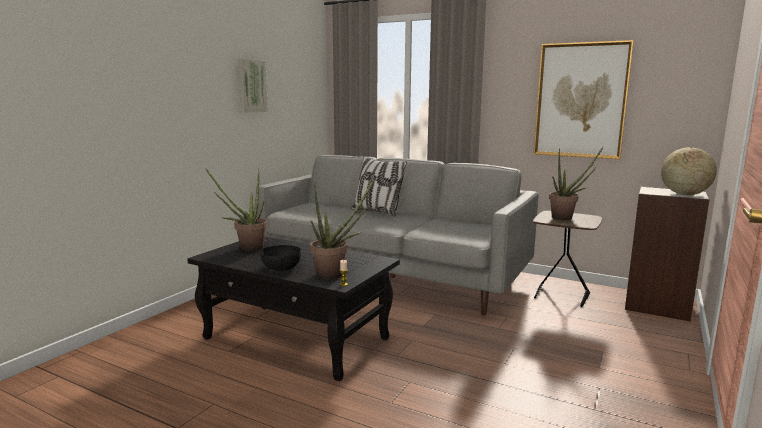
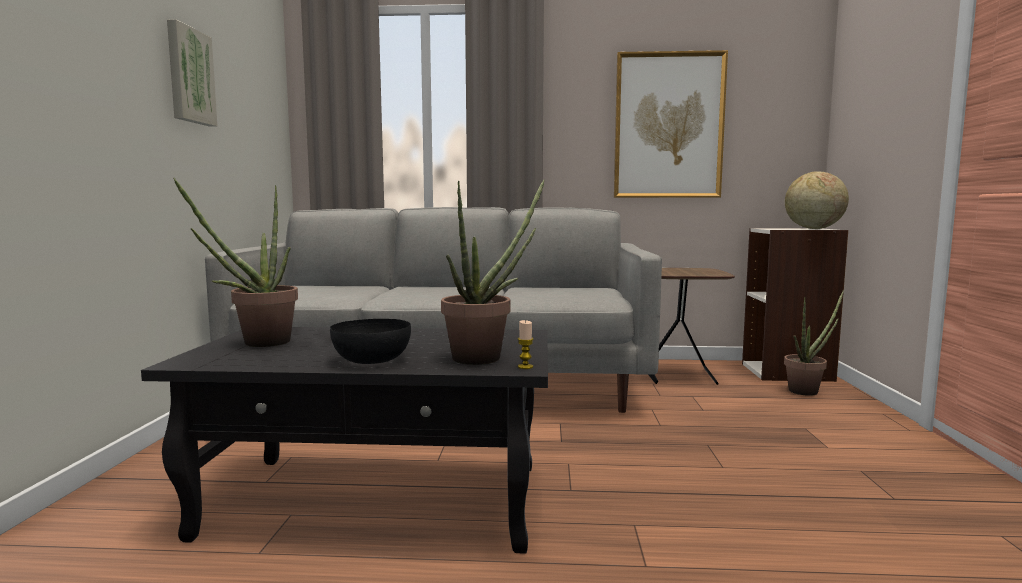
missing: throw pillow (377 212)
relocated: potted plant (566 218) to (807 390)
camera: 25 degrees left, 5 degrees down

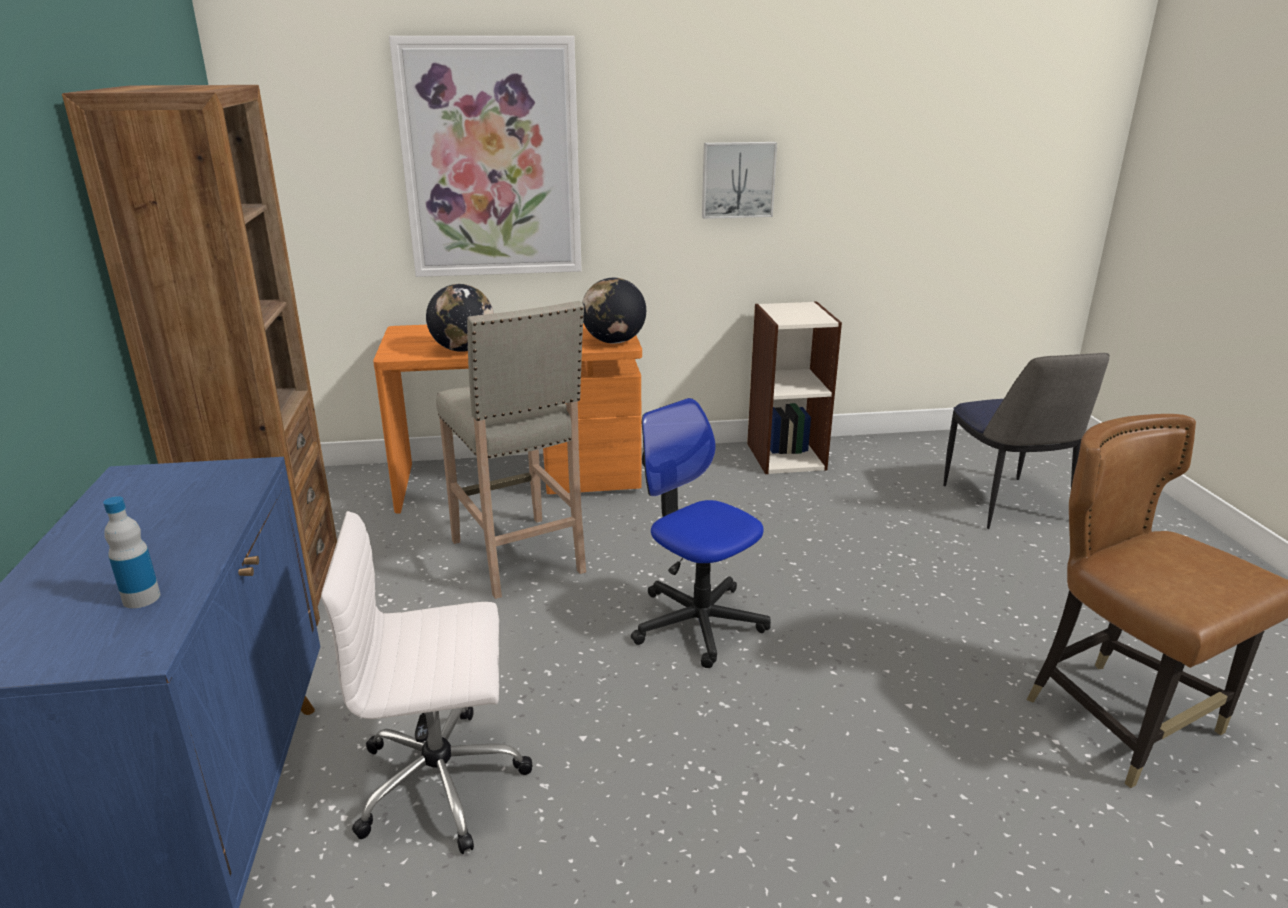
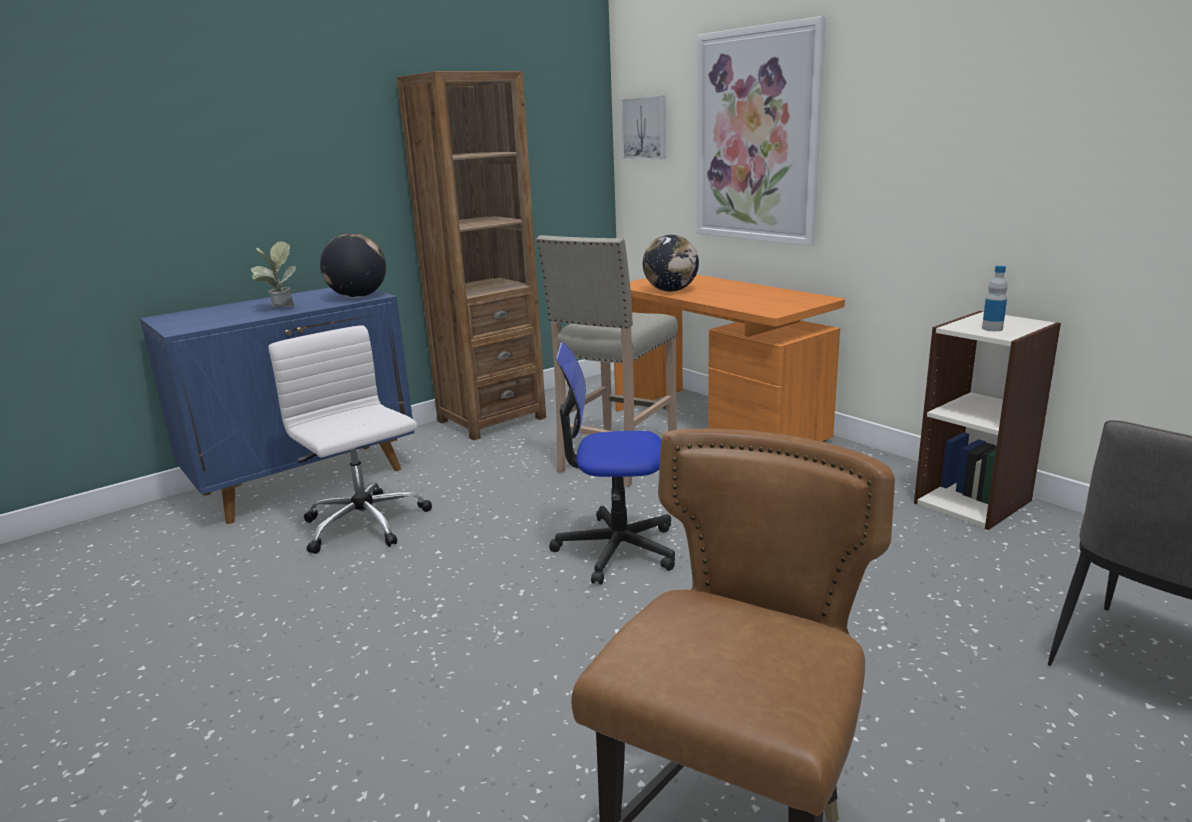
appeared: potted plant (280 309)
relocated: wall art (737 179) to (645 128); desk globe (613 342) to (358 297); bottle (141 598) to (992 328)
spun: computer chair (698 623) = (616 549) 105 degrees counterclockwise
camera: 60 degrees right, 5 degrees down

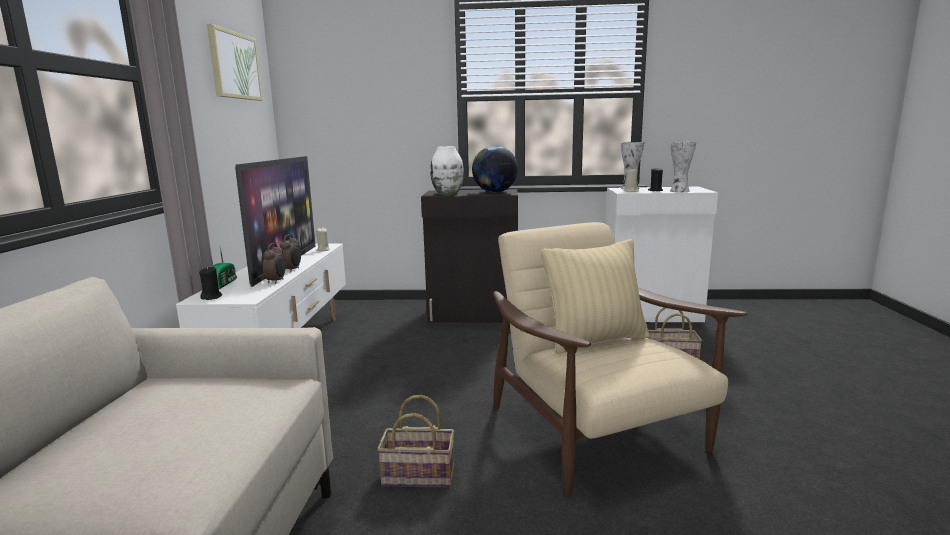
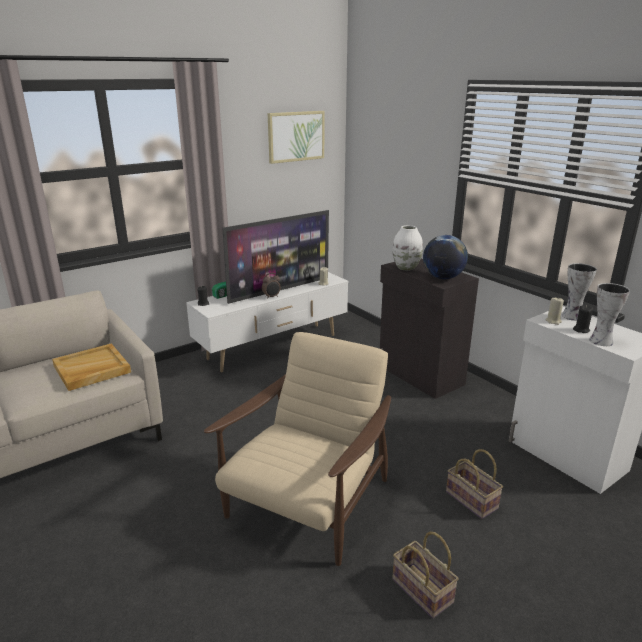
missing: throw pillow/beige (595 340); table clock (276 281)
appeared: carrying tray/beige (91 369)
relocated: basket (416 476) to (420 590)
camera: 50 degrees right, 10 degrees up

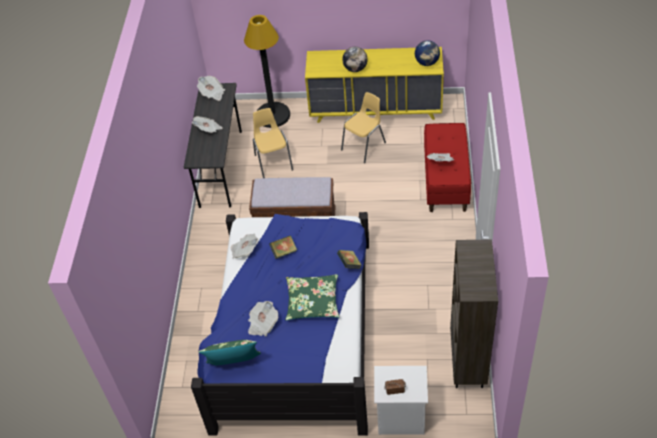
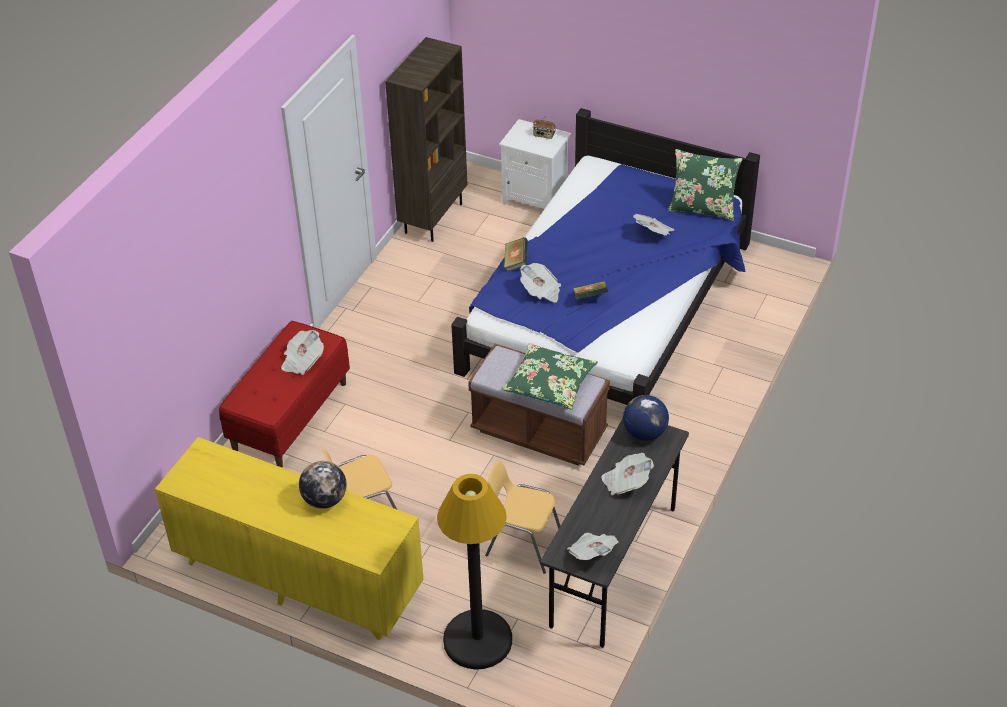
relocated: desk globe (427 63) to (644 433); printed paper (244 251) to (541 291); throw pillow/green-coloured (312 302) to (550 383)
spun: plain chair/yellow-coloured (273 162) = (523 544) 105 degrees clockwise
camera: 160 degrees left, 5 degrees down

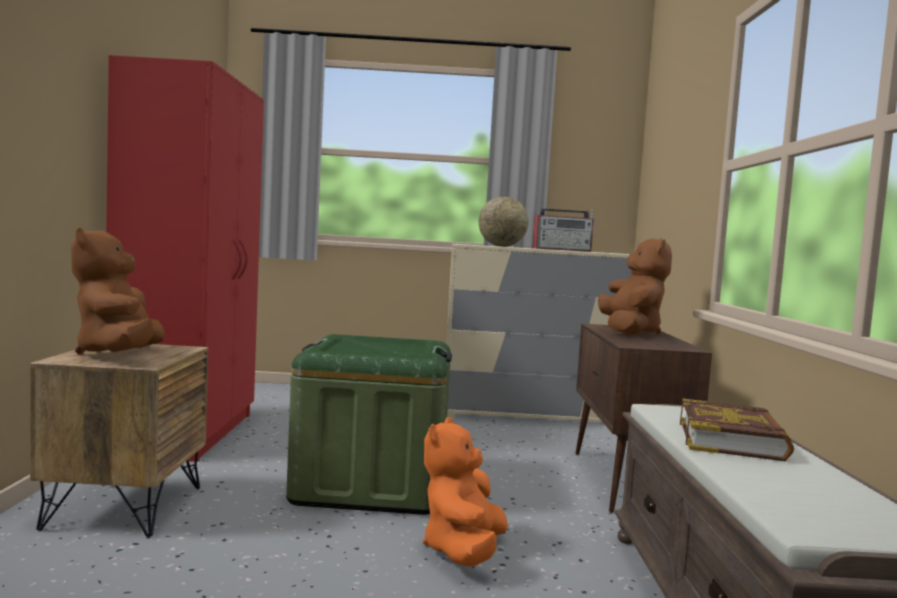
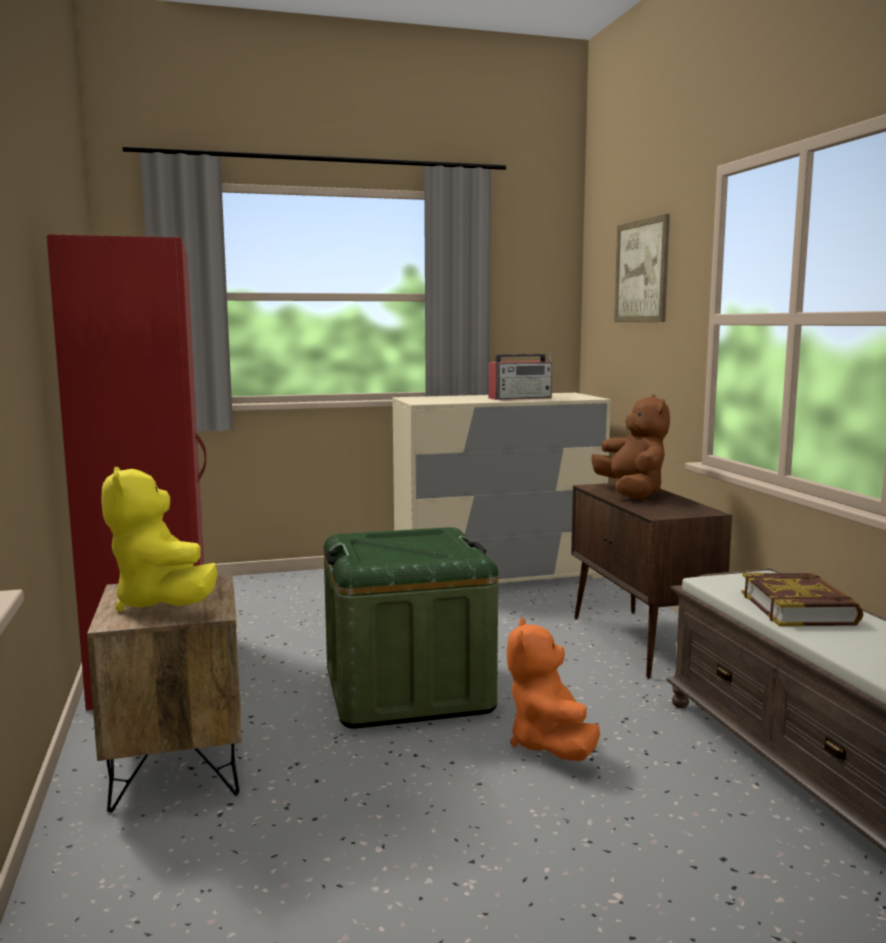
missing: desk globe (501 246)
appeared: wall art (641 271)
colour: soft toy/brown-coloured (119 355) to soft toy/yellow-coloured (163 604)
camera: 15 degrees left, 5 degrees up

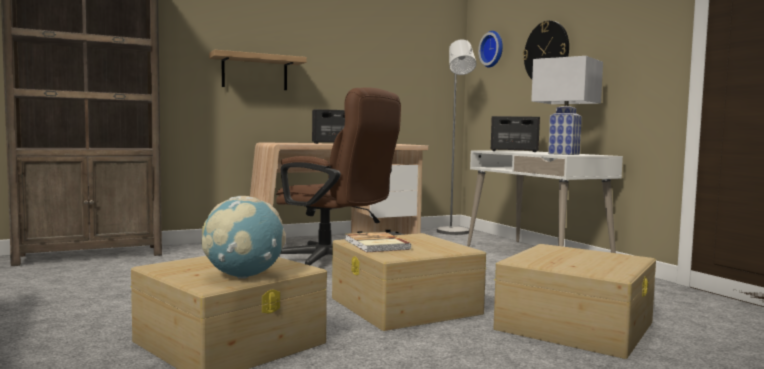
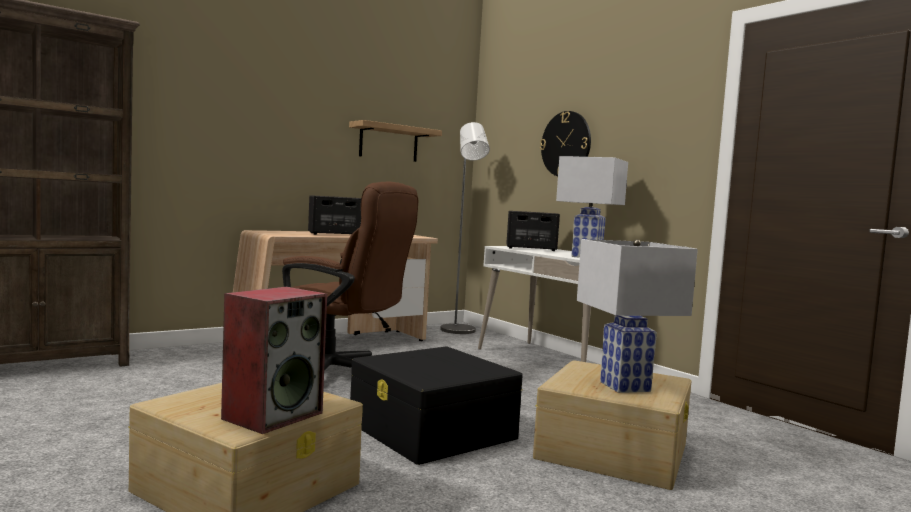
missing: clock on the wall (493 49); volume (375 244)
appeared: table lamp/white-coloured (624 387)
relocated: bracket shelf (254 72) to (388 143)
exchanged: desk globe (244 276) to loudspeaker (273 415)
colour: storage box/beige (405 306) to storage box/blackish (433 430)
camera: 10 degrees left, 0 degrees up

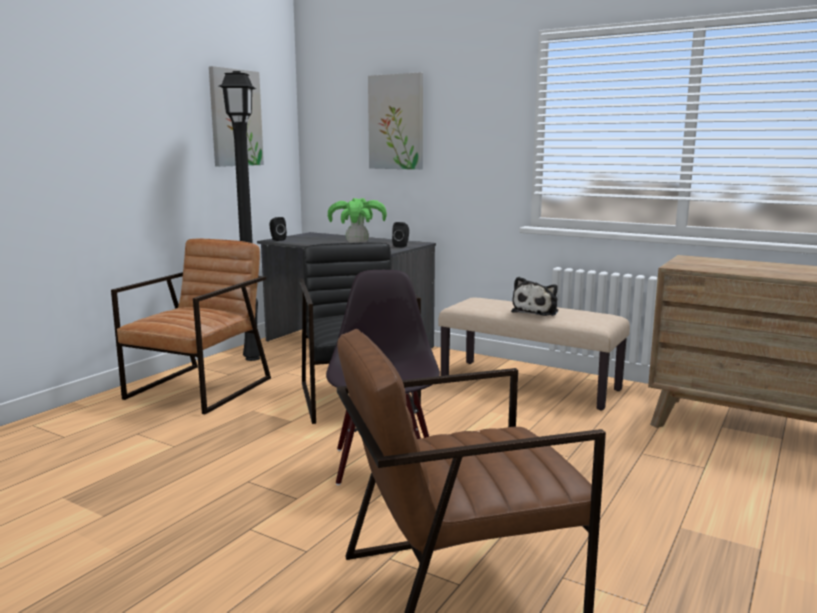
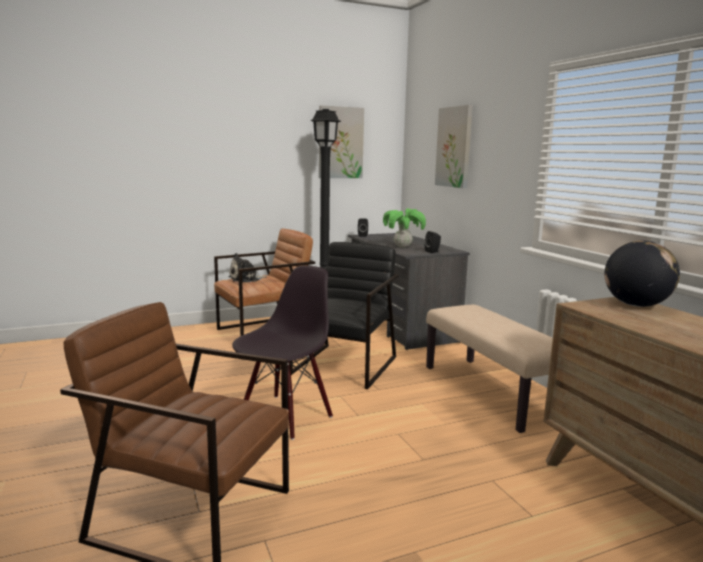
appeared: desk globe (636 305)
relocated: soft toy (536 311) to (245 279)
camera: 35 degrees right, 0 degrees up

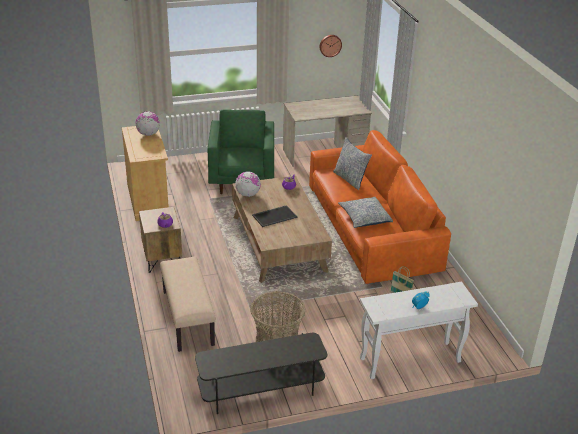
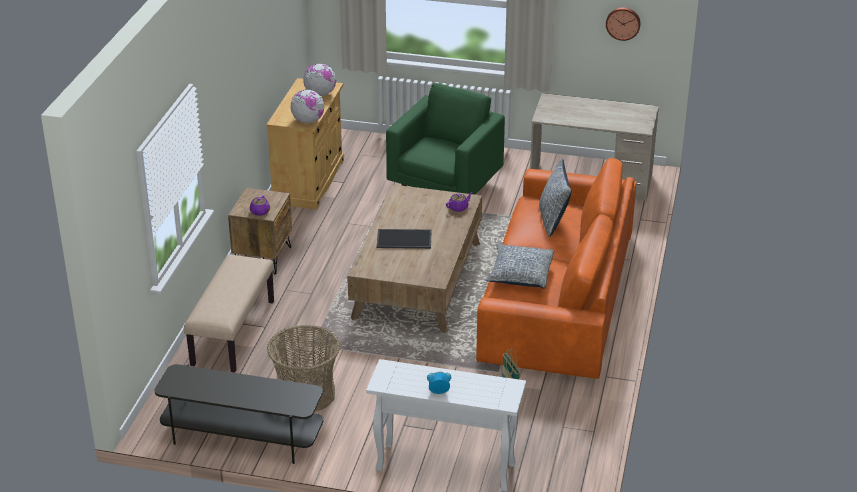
relocated: desk globe (247 194) to (308 121)
camera: 30 degrees right, 0 degrees up

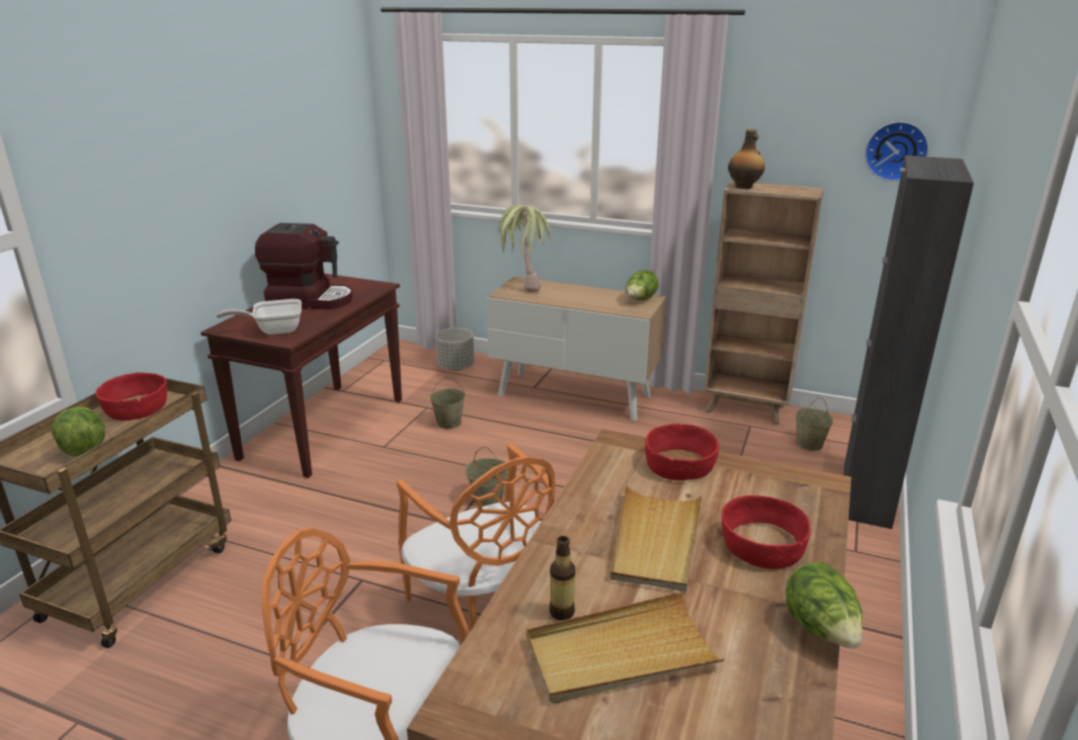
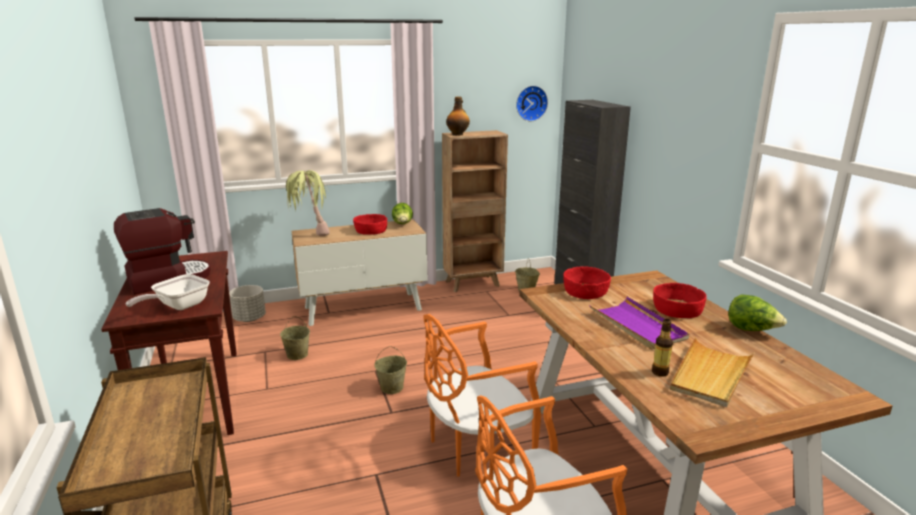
missing: lettuce head (83 448)
relocated: bowl/red (135 407) to (370 230)
colour: carrying tray/beige (655 541) to carrying tray/purplish (637 326)
spun: plain chair/orange-coloured (483 607) = (476 446) 135 degrees clockwise
camera: 40 degrees left, 5 degrees down

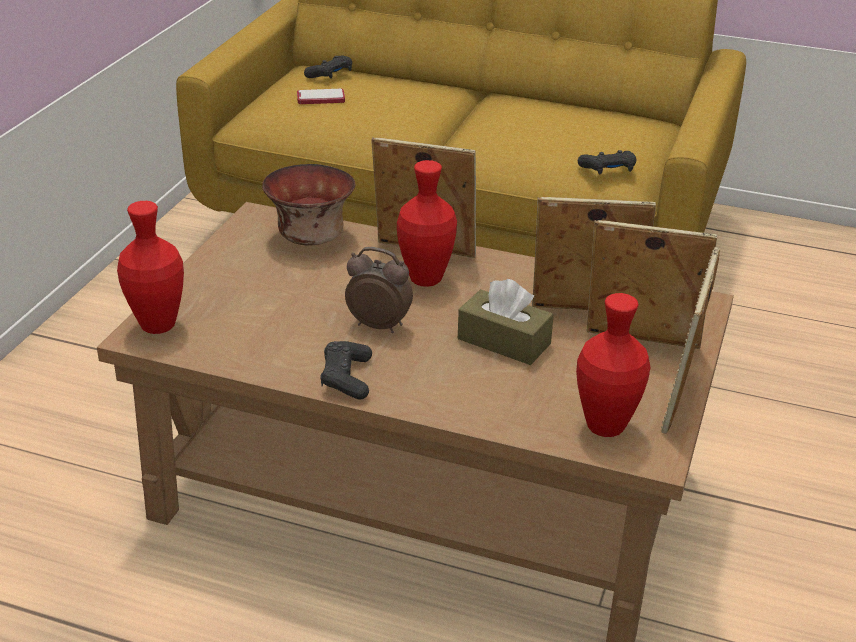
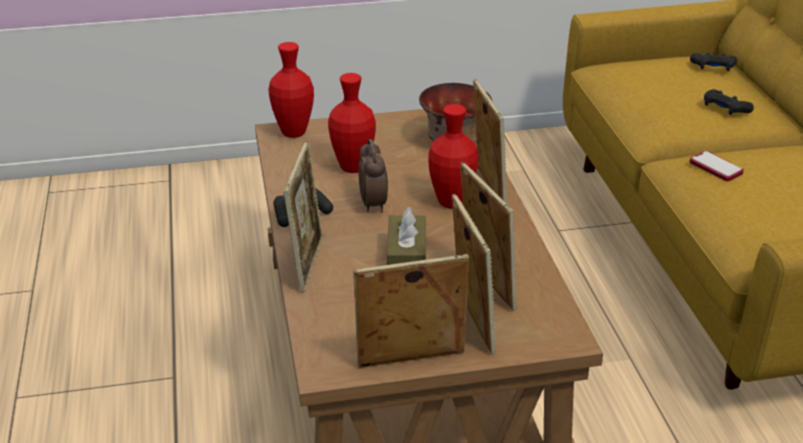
appeared: picture frame (307 263)
relocated: telephone (320 98) to (715 167); game controller/blackish (608 169) to (724 109); flower vase/red (605 427) to (353 167)
camera: 60 degrees right, 0 degrees up

